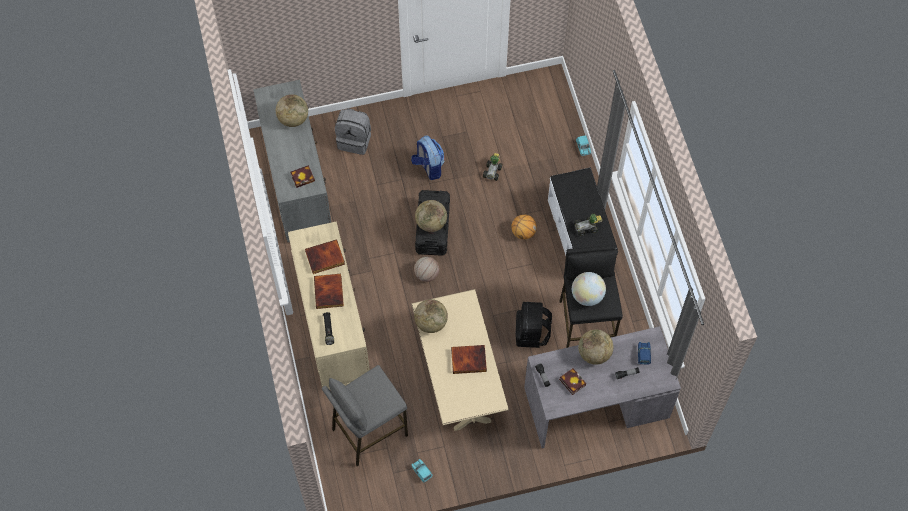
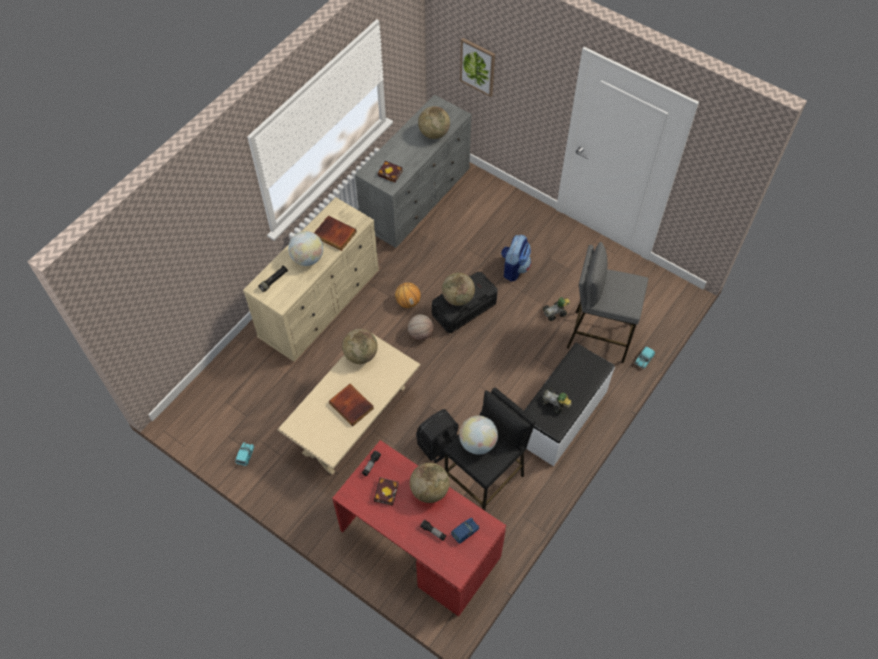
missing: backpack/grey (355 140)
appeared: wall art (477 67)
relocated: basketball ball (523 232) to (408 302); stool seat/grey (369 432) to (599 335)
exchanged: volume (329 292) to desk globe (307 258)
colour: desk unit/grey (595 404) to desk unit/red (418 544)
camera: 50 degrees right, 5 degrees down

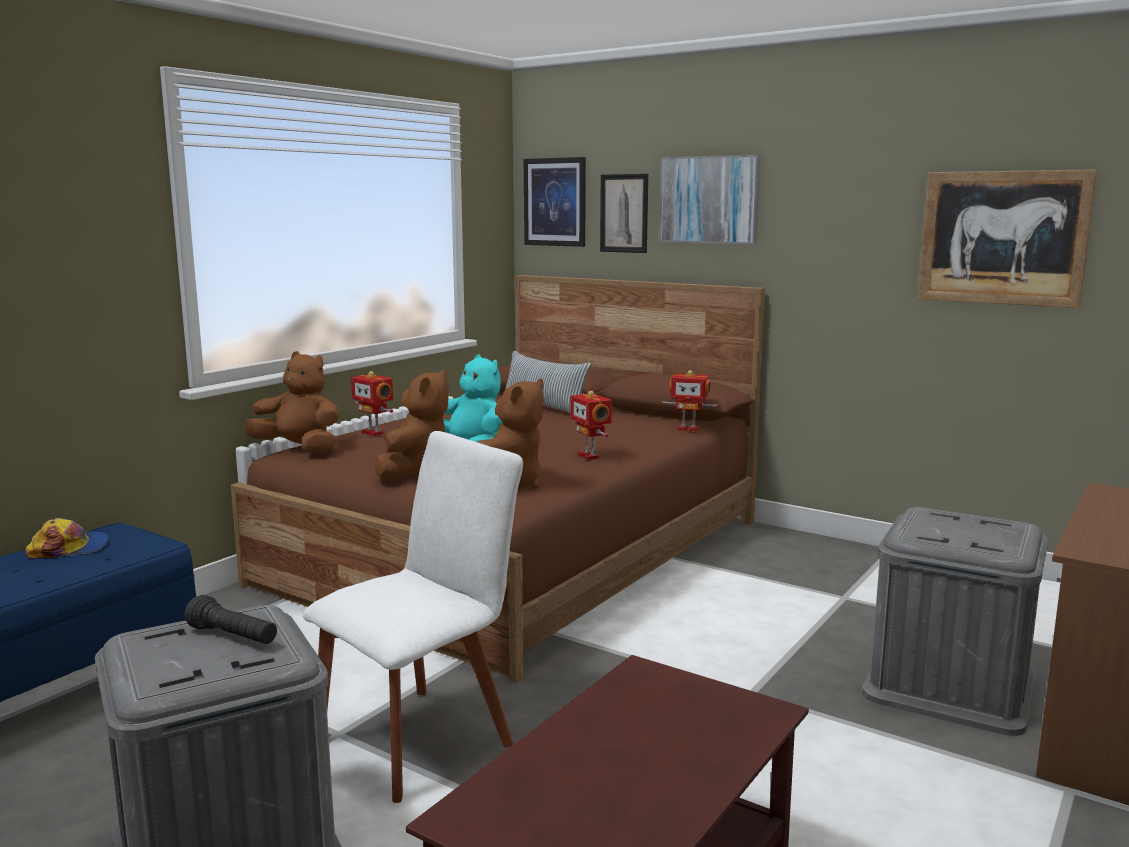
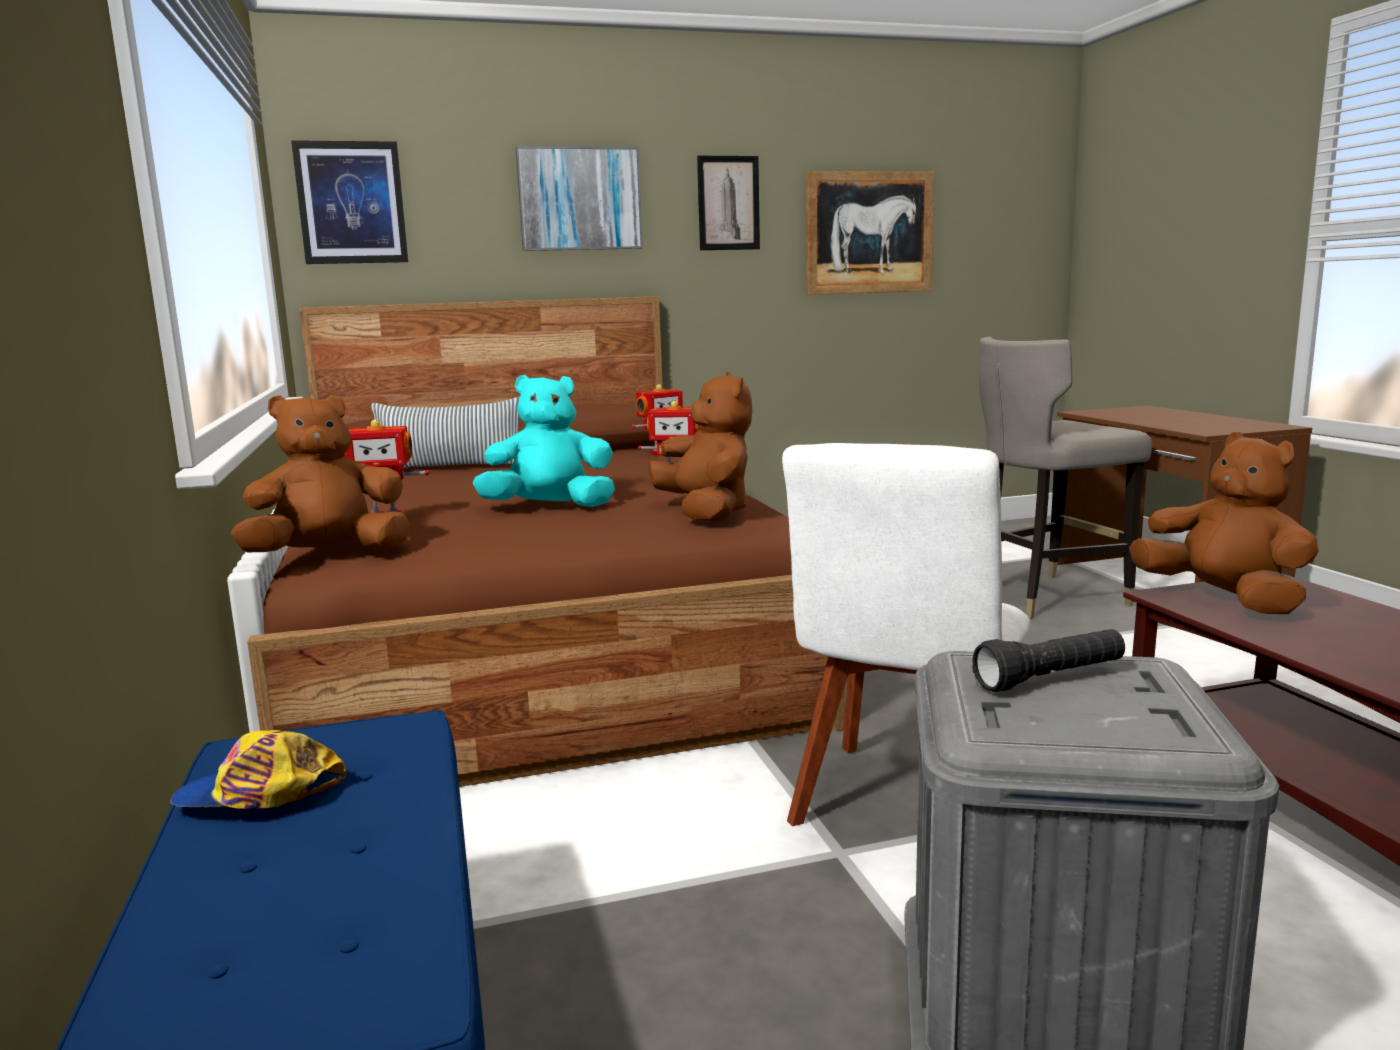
relocated: wall art (624 213) to (728 203); soft toy/brown-coloured (415 472) to (1223 599)
exchanged: storage box/grey (949 684) to stool seat/grey (1045 598)
spun: plain chair/white-coloured (421 737) = (905 806) 150 degrees counterclockwise; baseball cap (69 548) = (258 796) 105 degrees counterclockwise
camera: 50 degrees left, 0 degrees up

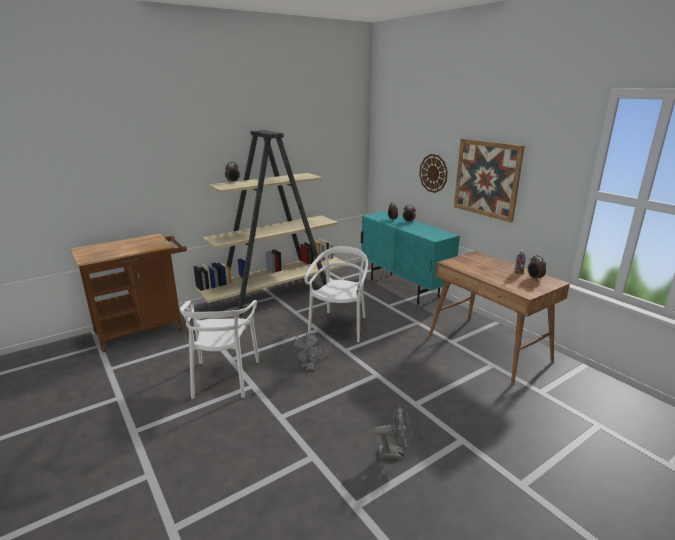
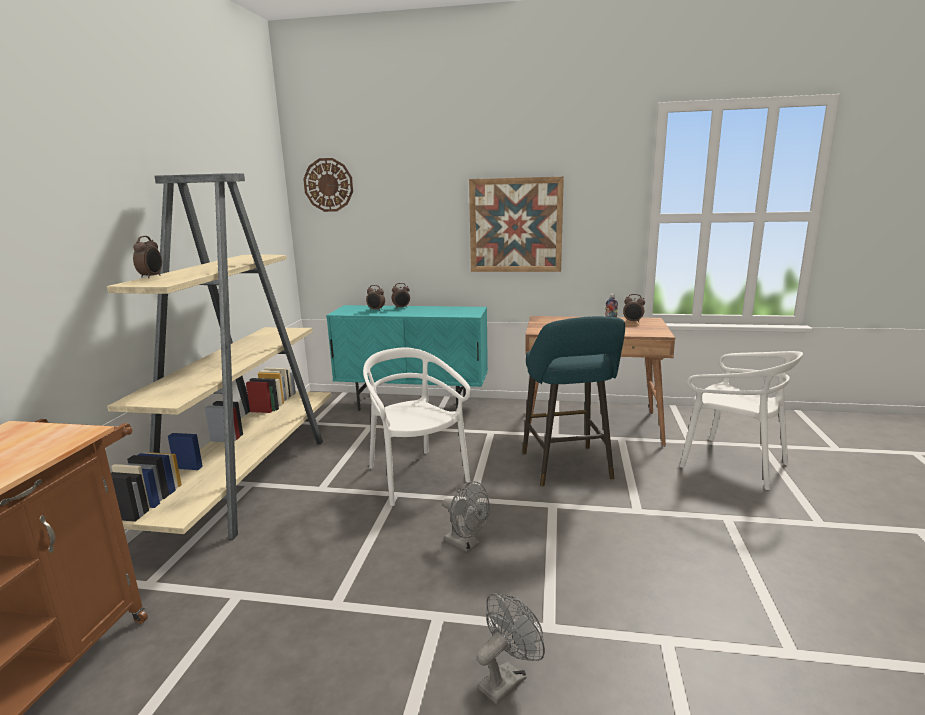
appeared: stool seat/turquoise (568 468)
relocated: clock on the wall (433 173) to (328 185); plain chair/white-coloured (224 378) to (733 463); electric fan/grey (395 453) to (507 679)
camera: 45 degrees left, 5 degrees down

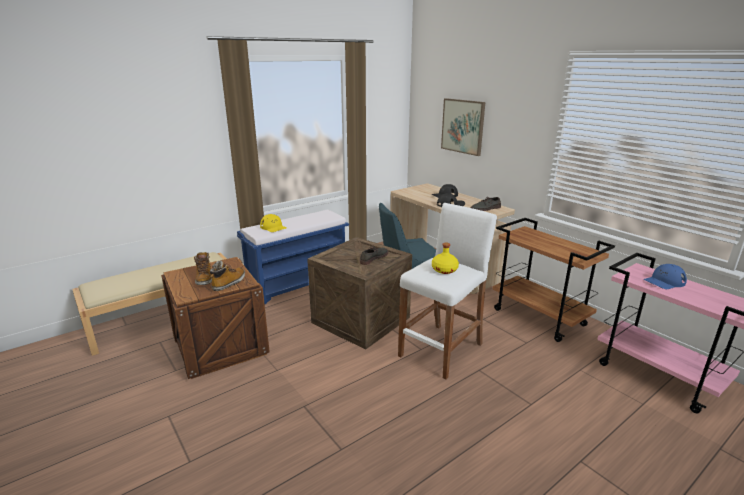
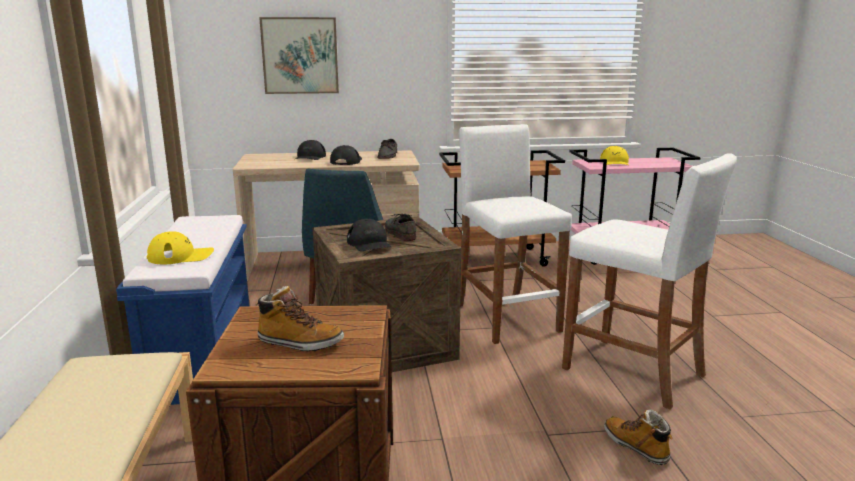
missing: bottle/yellow-coloured (444 270)
appeared: stool seat/white-coloured (633 372); baseball cap/blackish (369 243)
relocated: tall boot (229 283) to (636 447)
colour: baseball cap/blue-coloured (664 281) to baseball cap/yellow-coloured (615 162)
camera: 60 degrees left, 5 degrees down

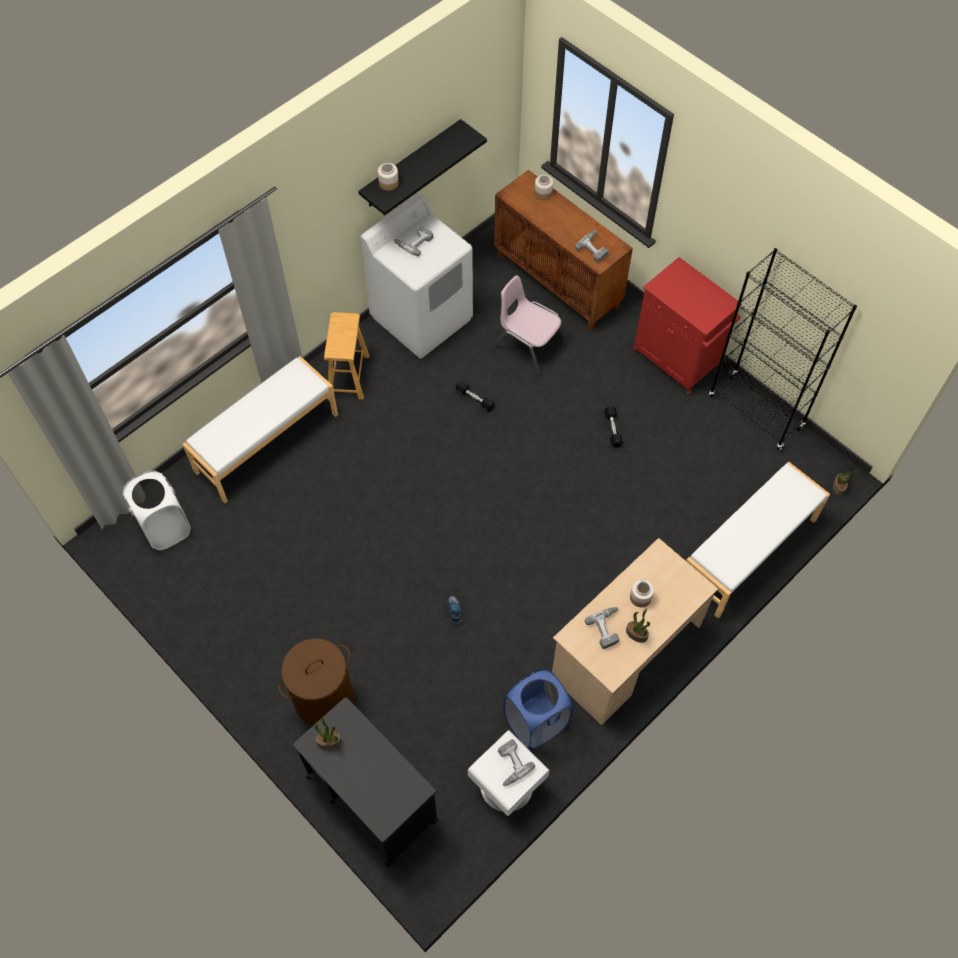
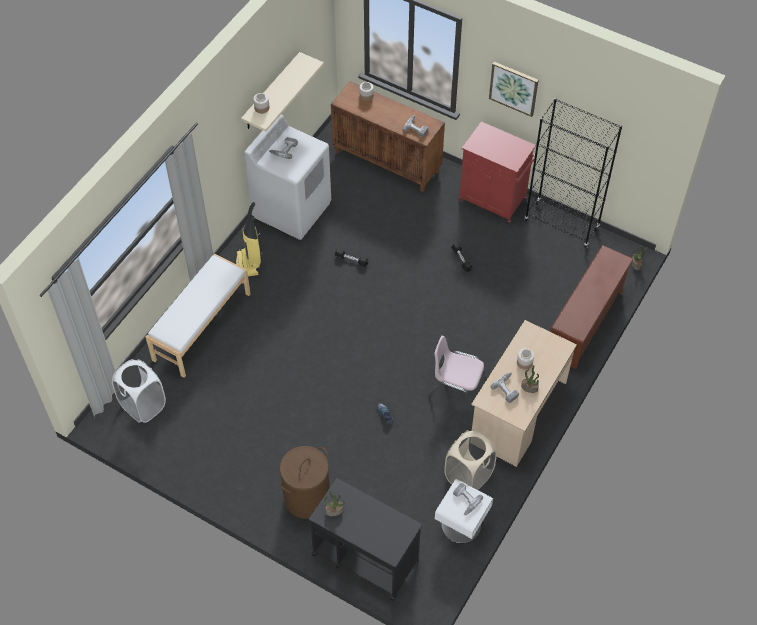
appeared: wall art (514 88)
relocated: plain chair/pink (529 345) to (457 387)
exchanged: stool seat/brown-coloured (349 376) to vacuum (249 264); bench/white-coloured (748 552) to shoe stand/brown-coloured (585 324)
colour: bracket shelf/blackish (411 165) to bracket shelf/beige (271 92); laundry basket/blue-coloured (536 722) to laundry basket/beige (468 476)
camera: 15 degrees left, 5 degrees down

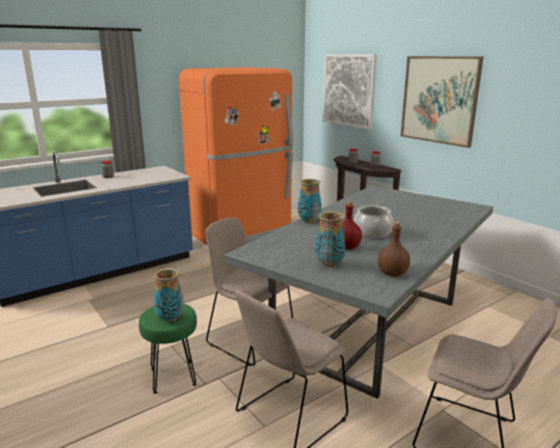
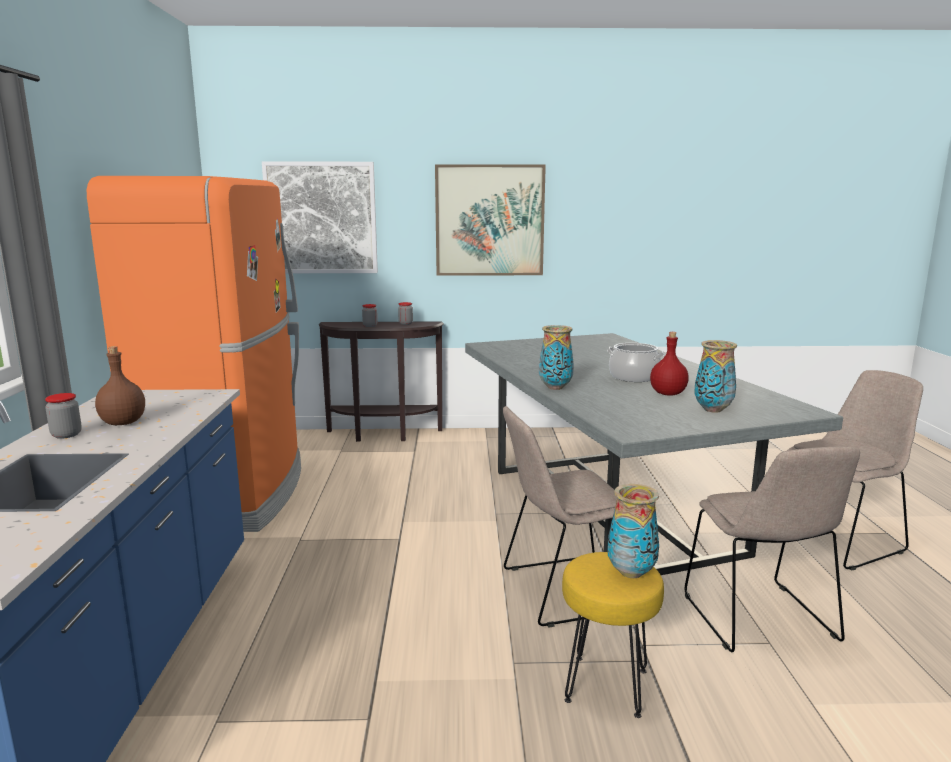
relocated: bottle/brown-coloured (392 273) to (122 423)
colour: stool seat/green-coloured (172 377) to stool seat/yellow-coloured (607 686)
camera: 55 degrees left, 5 degrees down

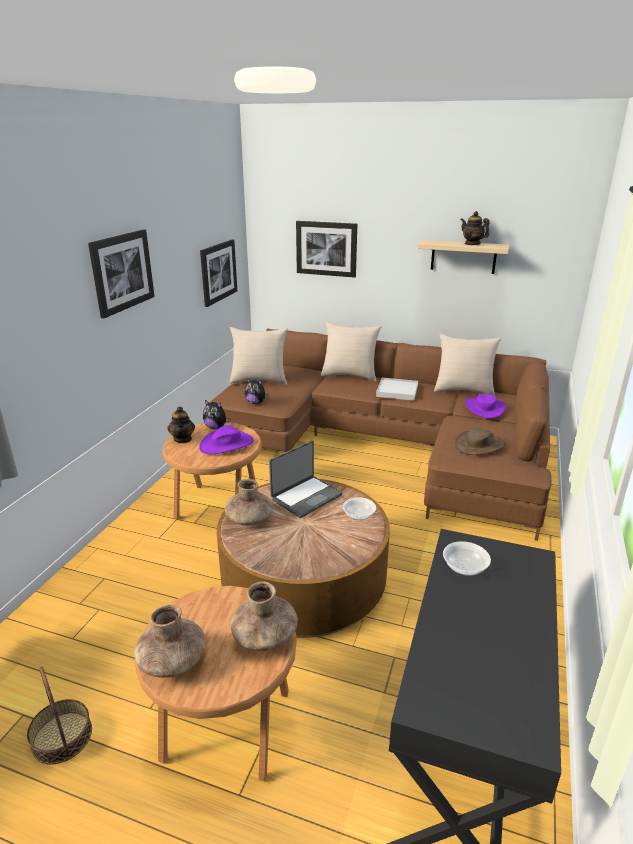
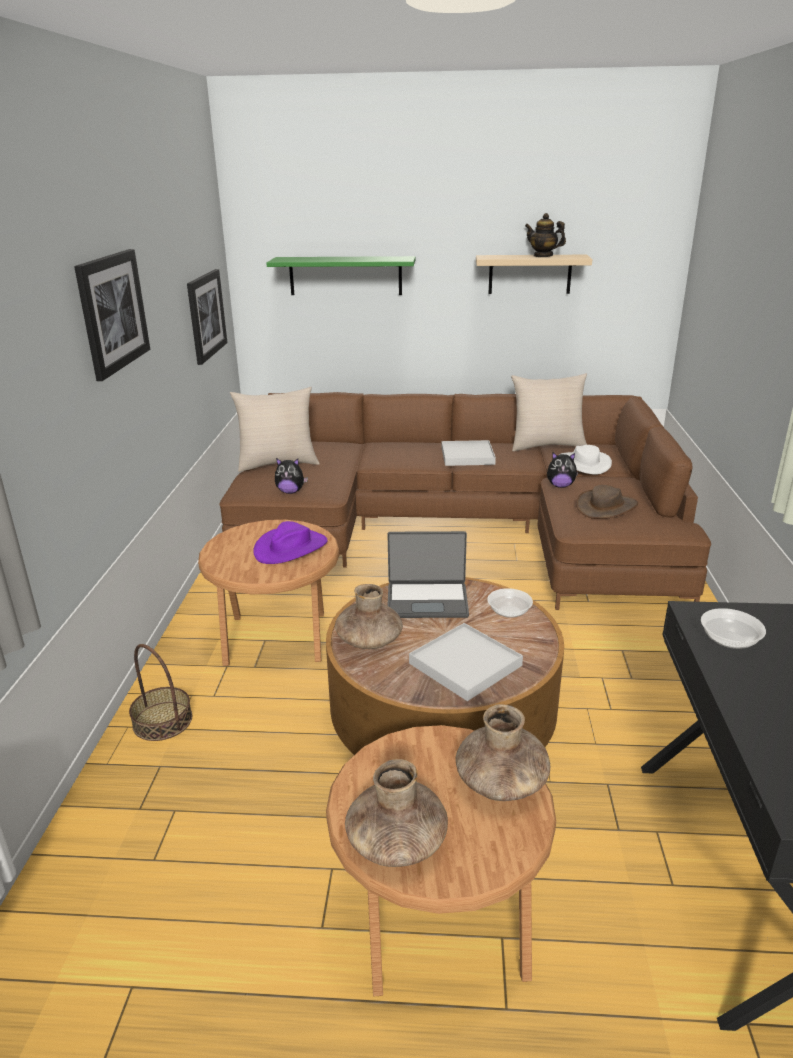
missing: throw pillow/beige (349 375); pot for tea (183 439)
appeared: carrying tray/white-coloured (465 664)
relocated: soft toy (216 427) to (560 486); basket (62 737) to (162 721)
exchanged: wall art (326 248) to bracket shelf/green-coloured (345 275)
colour: clothing hat/purplish (484 408) to clothing hat/white-coloured (584 463)
spun: portable computer (305 497) = (427 600) 60 degrees clockwise
camera: 15 degrees left, 0 degrees up

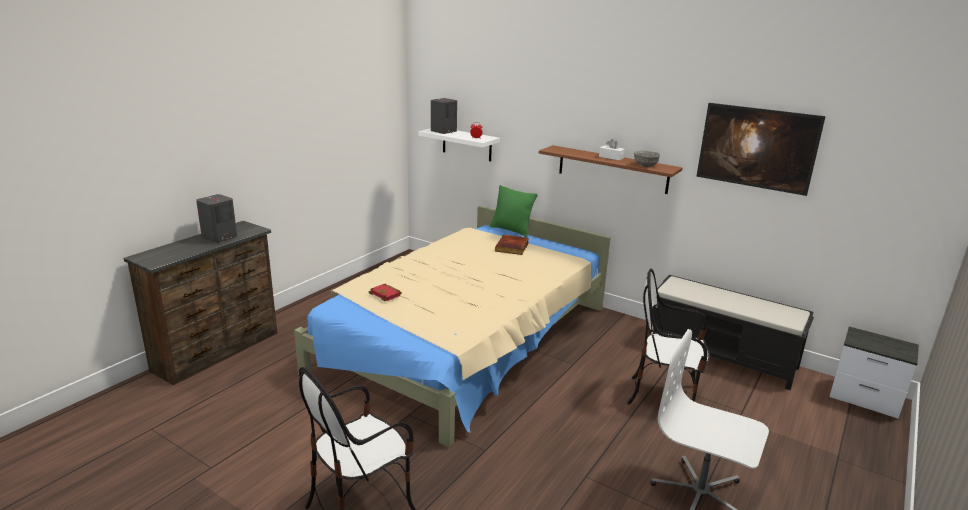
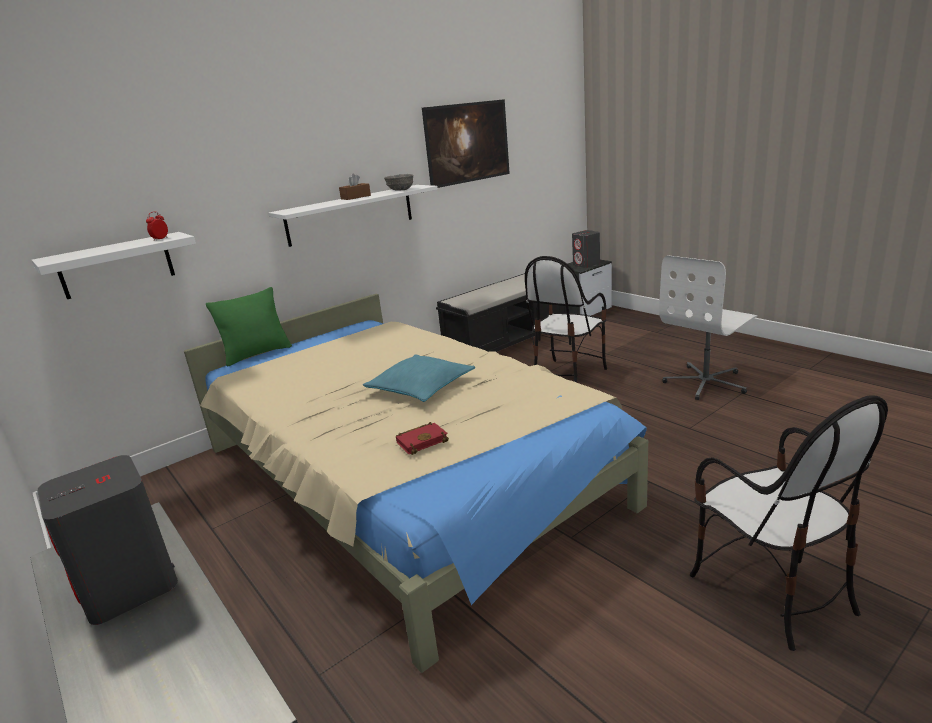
missing: volume (513 247)
appeared: throw pillow/turquoise (421 388)
relocated: loudspeaker/grey (443 131) to (586 265)
colour: box of tissues/white-coloured (611 157) to box of tissues/brown-coloured (356 197); bracket shelf/brown-coloured (612 169) to bracket shelf/white-coloured (351 215)
camera: 70 degrees left, 0 degrees up

